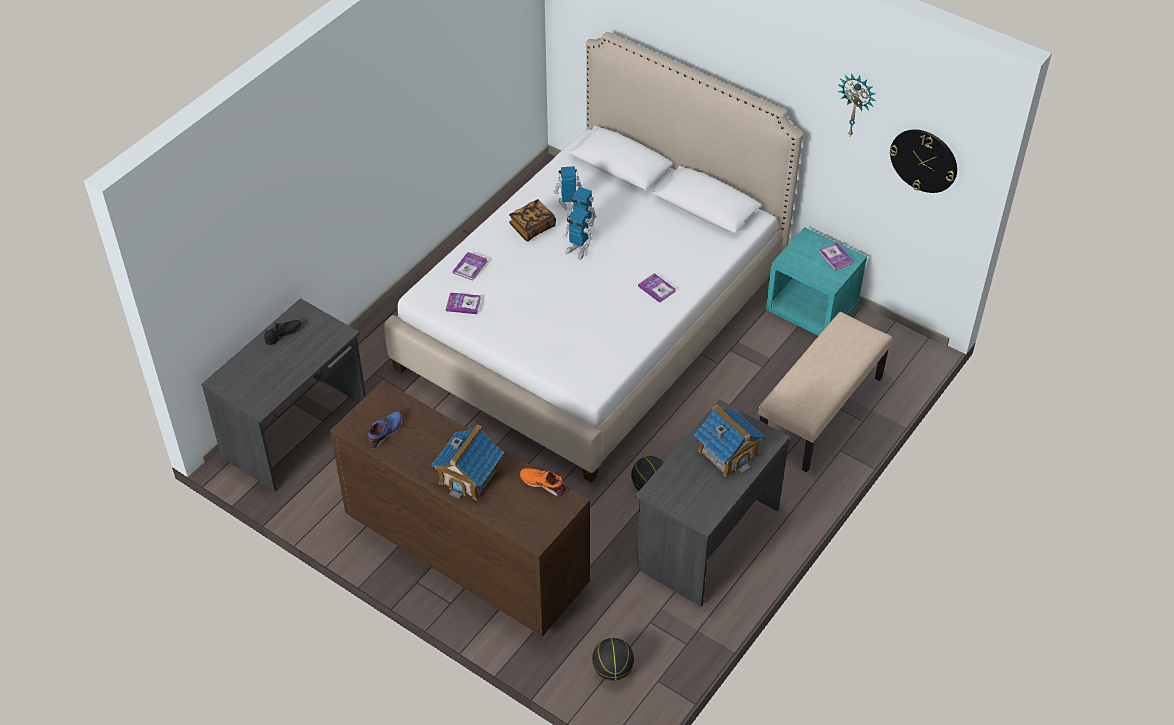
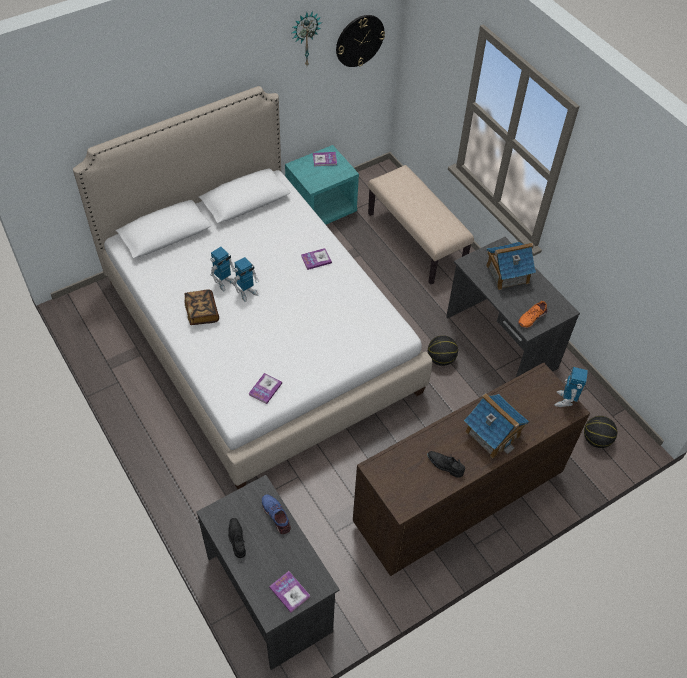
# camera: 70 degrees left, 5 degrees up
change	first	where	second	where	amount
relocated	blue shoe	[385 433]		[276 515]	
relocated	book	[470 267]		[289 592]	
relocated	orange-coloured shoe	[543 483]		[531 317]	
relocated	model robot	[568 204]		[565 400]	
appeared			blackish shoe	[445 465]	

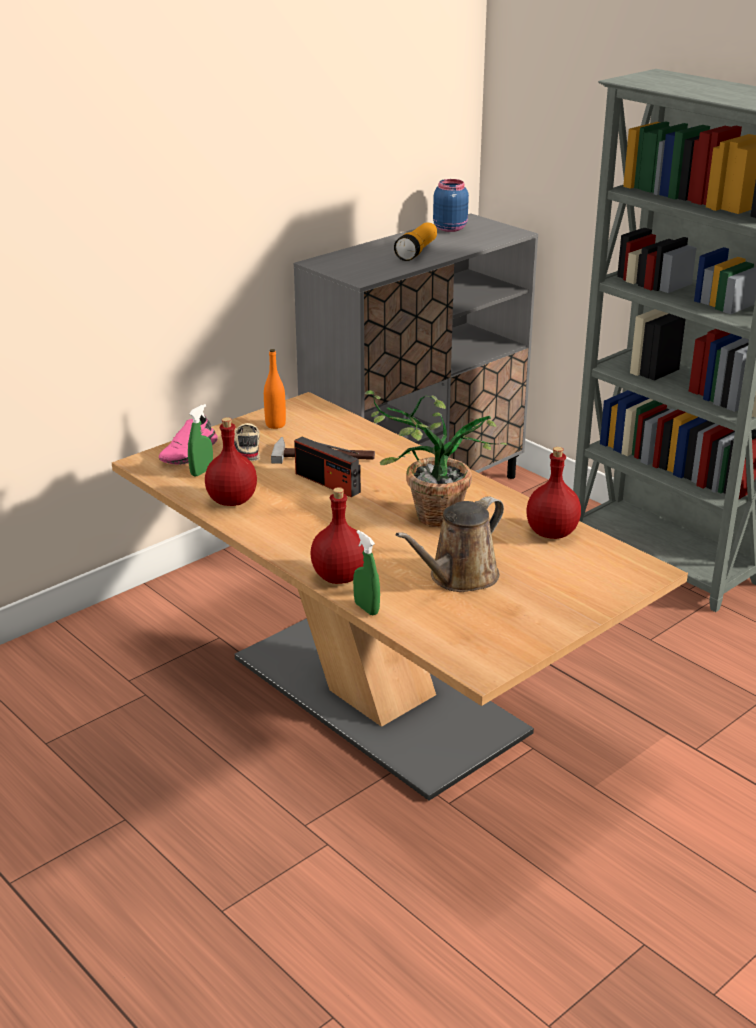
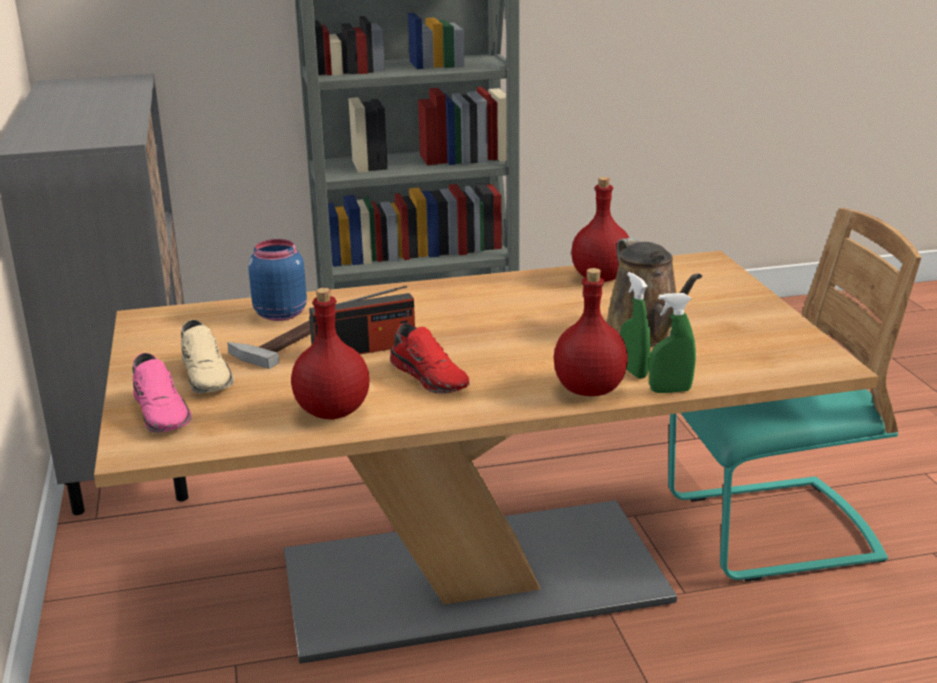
# camera: 60 degrees left, 5 degrees down
change	first	where	second	where	amount
relocated	greenish hand sprayer	[201 472]		[633 371]	
spun	beige shoe	[245 449]		[208 376]	135 degrees counterclockwise
missing	orange-coloured drink bottle	[275 425]			
missing	houseplant	[425 517]			
missing	flashlight	[417 252]			
relocated	blue preserve jar	[450 228]		[279 313]	
appeared			reddish shoe	[431 377]	
appeared			turquoise-coloured plain chair	[771 530]	

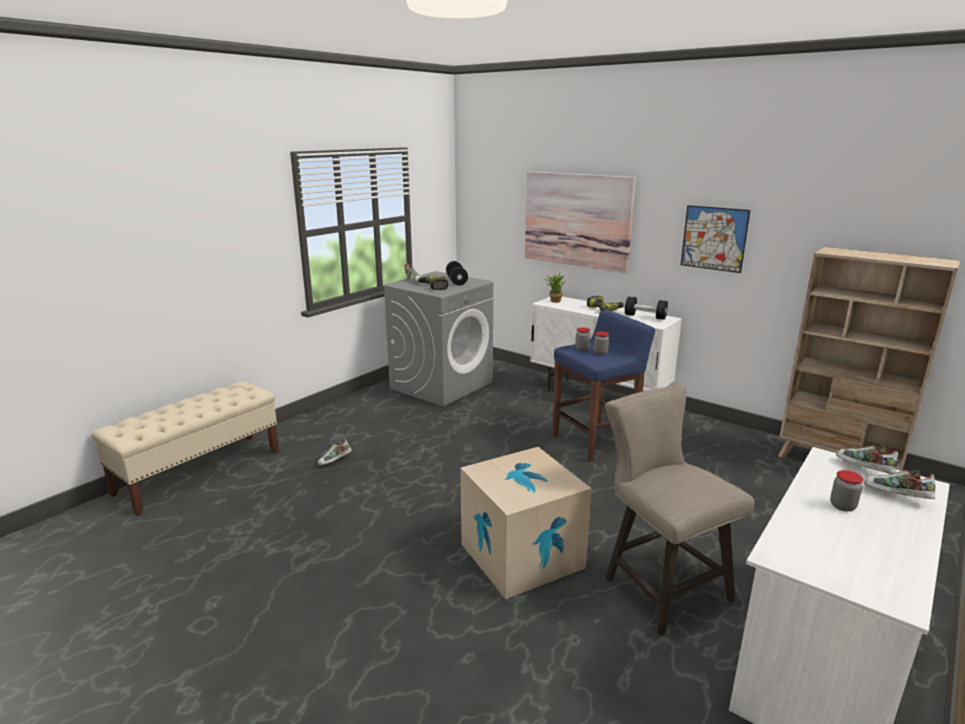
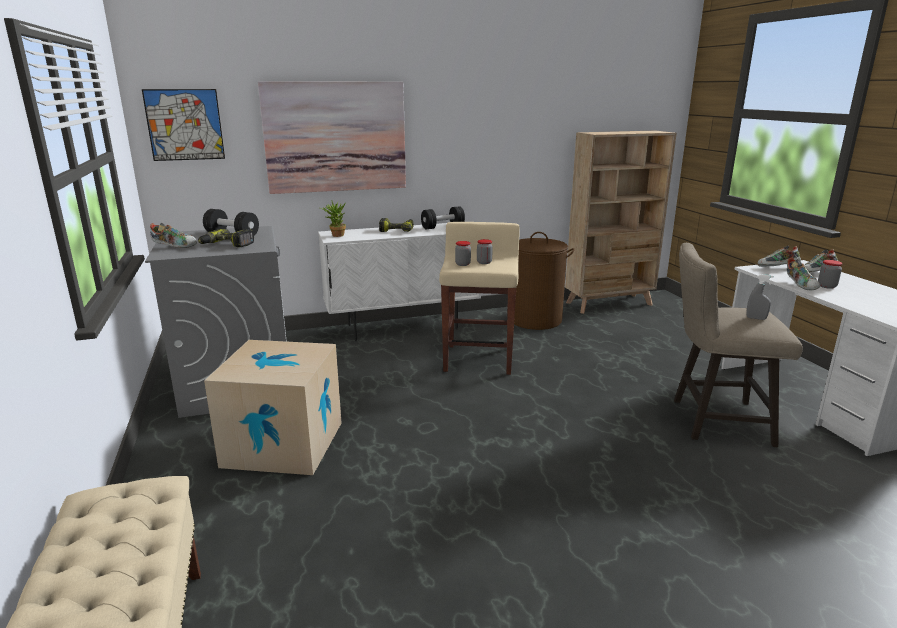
# camera: 55 degrees left, 0 degrees up
change	first	where	second	where	amount
relocated	shoe	[335 461]		[801 285]	
relocated	packing box	[521 555]		[283 444]	
colour	blue stool seat	[596 441]	beige stool seat	[479 359]	
relocated	wall picture	[714 238]		[184 125]	
appeared			brown-coloured laundry basket	[535 320]	
appeared			gray hand sprayer	[756 318]	

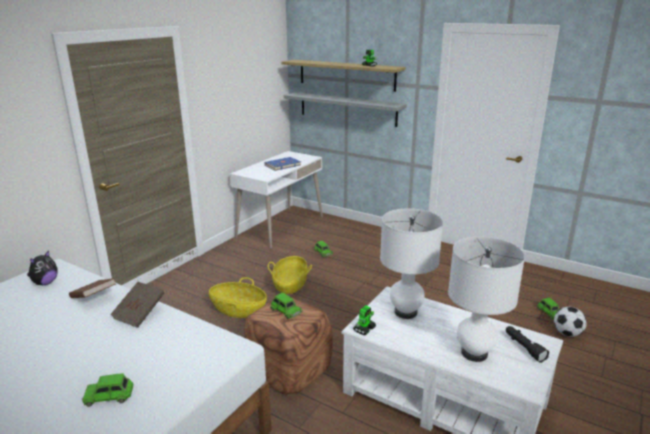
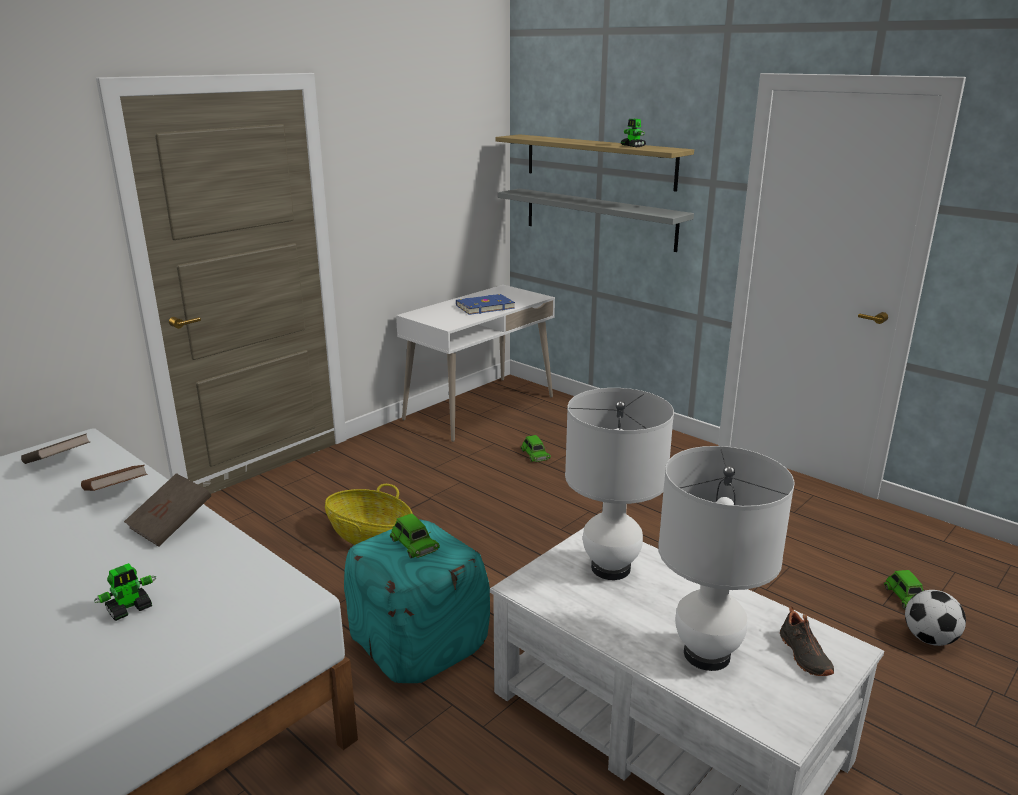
# camera: 10 degrees right, 0 degrees up
change	first	where	second	where	amount
exchanged	plush toy	[45 283]	brown-coloured book	[58 463]	
missing	greenish miniature car	[109 395]			
colour	brown-coloured footrest	[289 369]	turquoise-coloured footrest	[419 641]	
missing	basket	[290 284]			
relocated	model robot	[364 329]		[130 609]	
exchanged	blackish flashlight	[524 347]	blackish shoe	[803 655]	

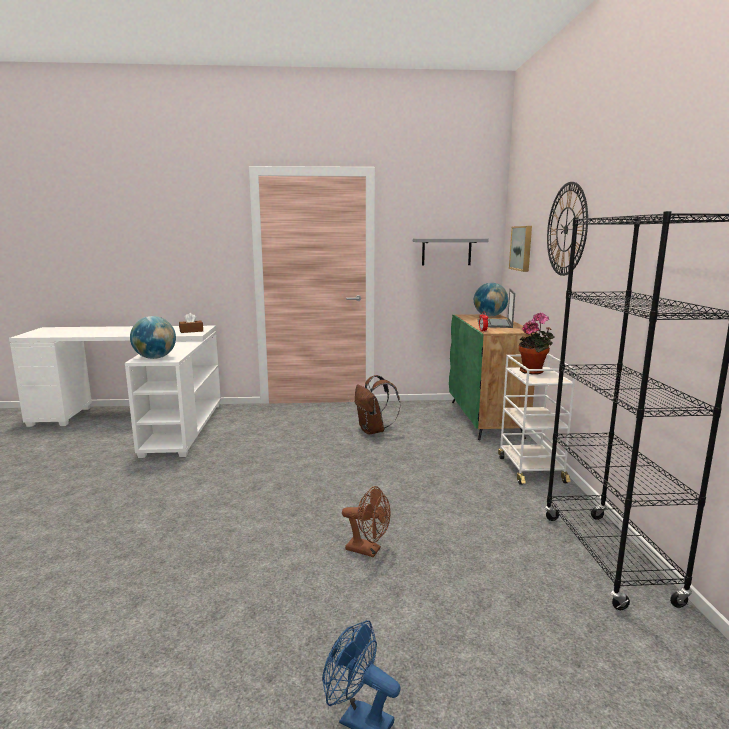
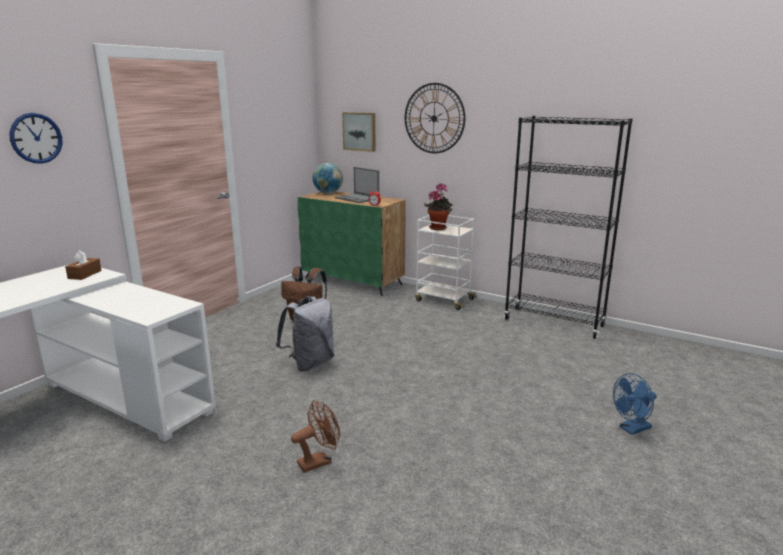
# camera: 55 degrees left, 5 degrees up
change	first	where	second	where	amount
missing	globe	[155 358]			
relocated	brown-coloured fan	[368 550]		[319 461]	
missing	gray wall shelf	[446 251]			
appeared			hanging clock	[36 138]	
appeared			gray rucksack	[310 363]	

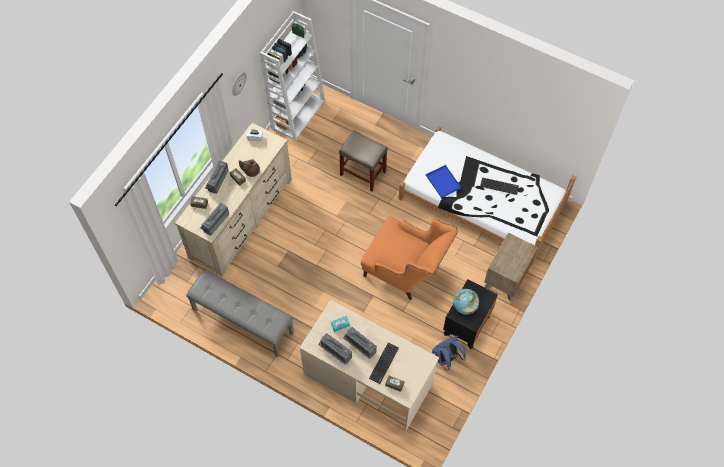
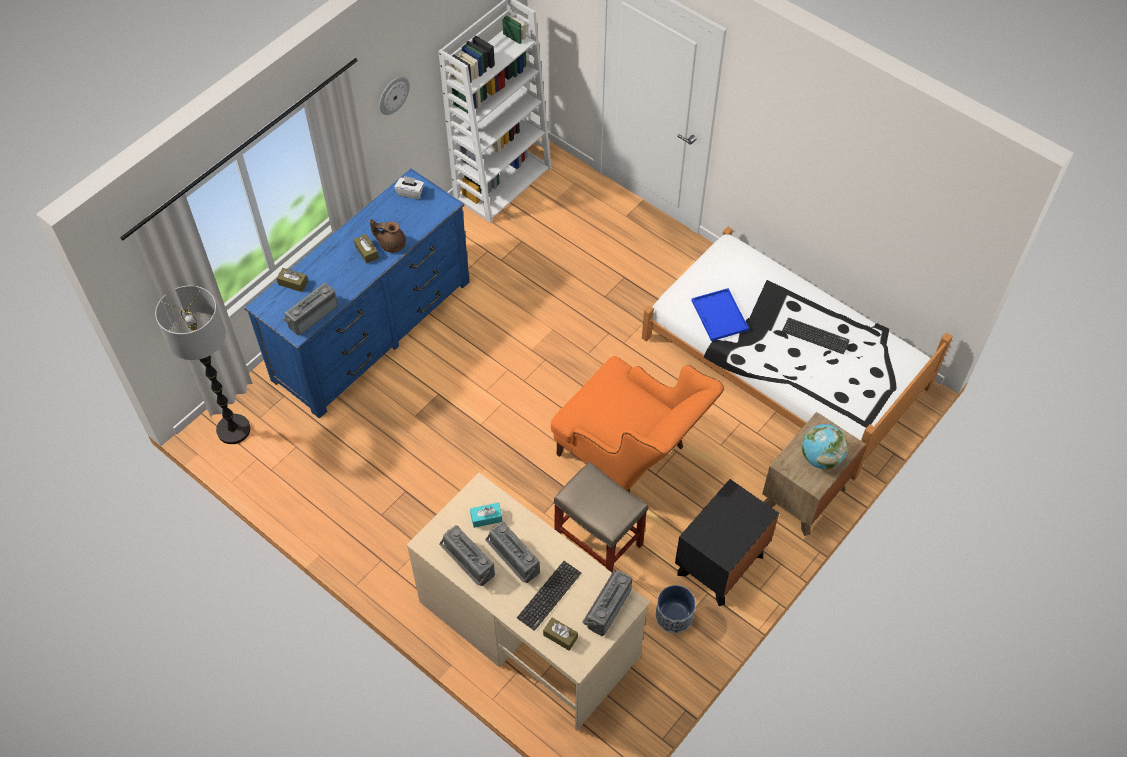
# camera: 10 degrees right, 5 degrees down
change	first	where	second	where	amount
colour	beige chest of drawers	[241 218]	blue chest of drawers	[372 330]	
missing	gray bench	[242 321]			
relocated	radio	[217 180]		[606 607]	
relocated	beige stool seat	[363 173]		[599 542]	
exchanged	blue rucksack	[446 359]	planter	[674 616]	
relocated	globe	[464 306]		[821 457]	
appeared			floor lamp	[233 429]	

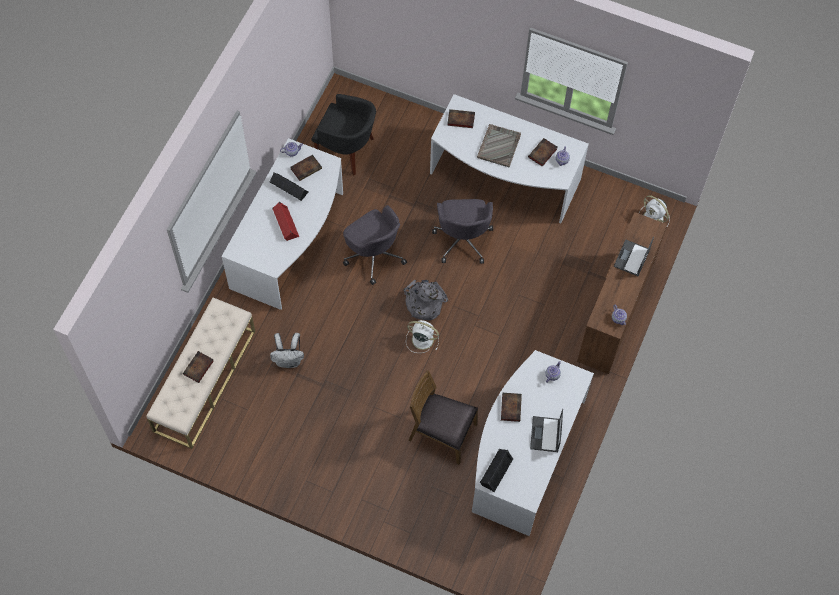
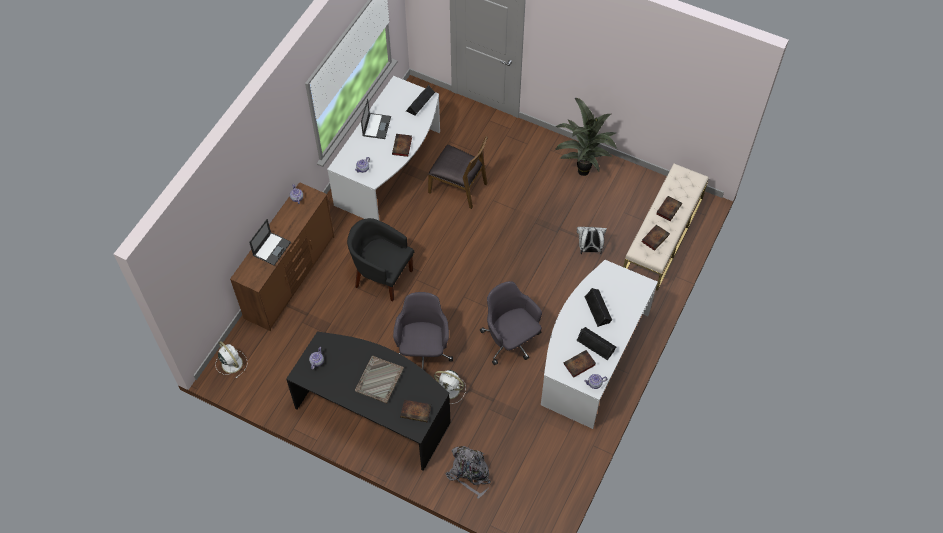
# camera: 175 degrees left, 5 degrees down
change	first	where	second	where	amount
colour	reddish loudspeaker	[285 224]	blackish loudspeaker	[598 309]	
relocated	blackish easy chair	[347 150]		[382 276]	
relocated	gray rucksack	[423 303]		[470 473]	
relocated	white fan	[421 339]		[450 390]	
colour	white desk unit	[503 180]	blackish desk unit	[374 411]	
relocated	book	[542 154]		[655 238]	
appeared			houseplant	[582 173]	

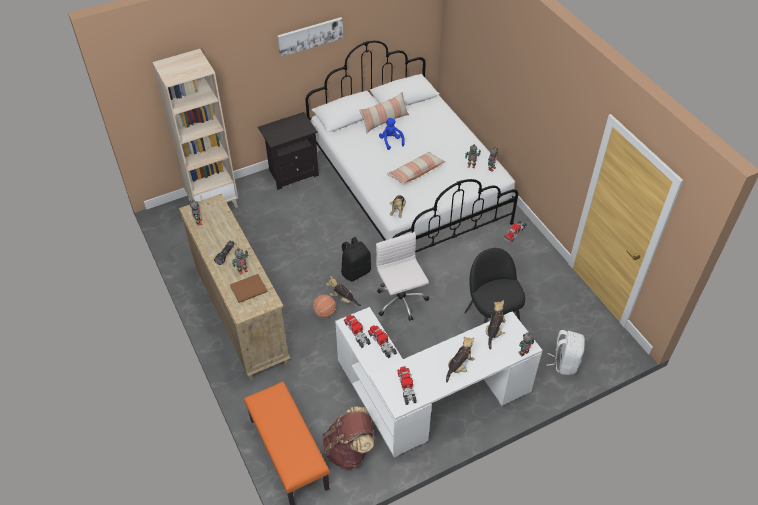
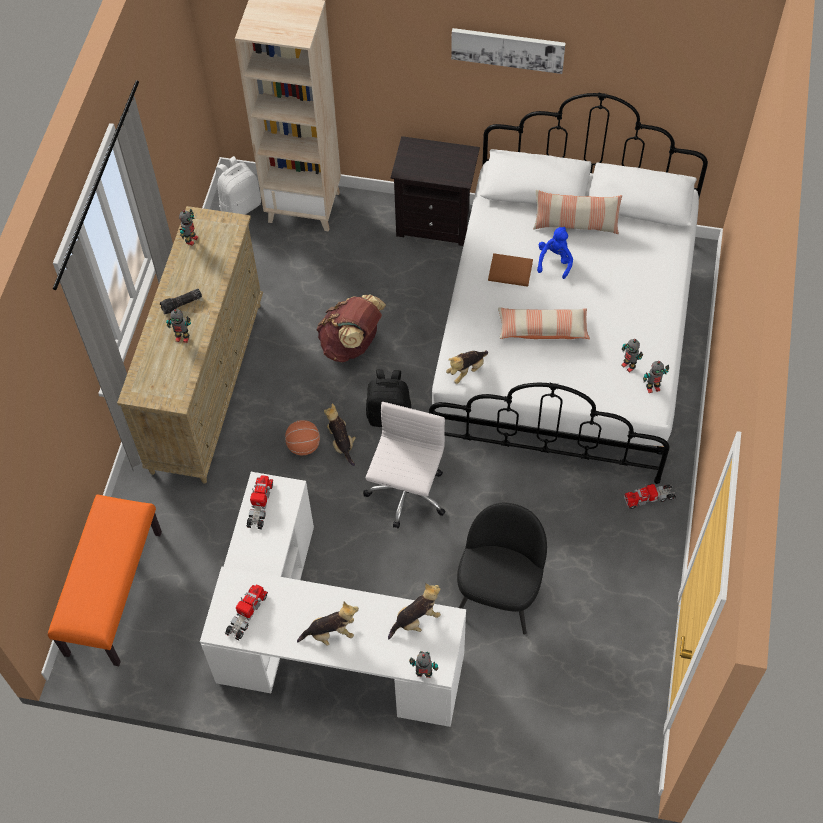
# camera: 40 degrees right, 10 degrees up
change	first	where	second	where	amount
relocated	brown-coloured book	[250 289]		[511 272]	
relocated	brown-coloured rucksack	[349 450]		[352 344]	
missing	model truck	[382 343]			
relocated	white rucksack	[564 362]		[240 205]	

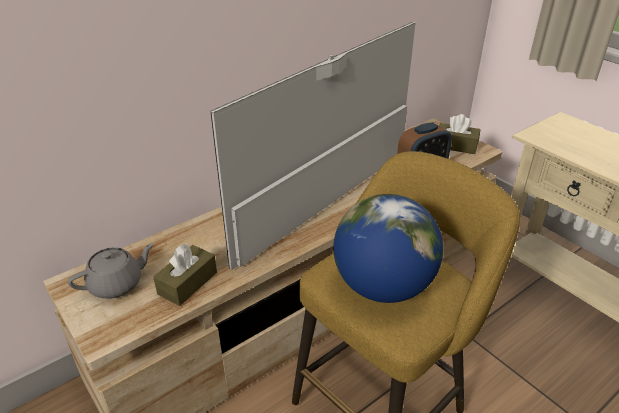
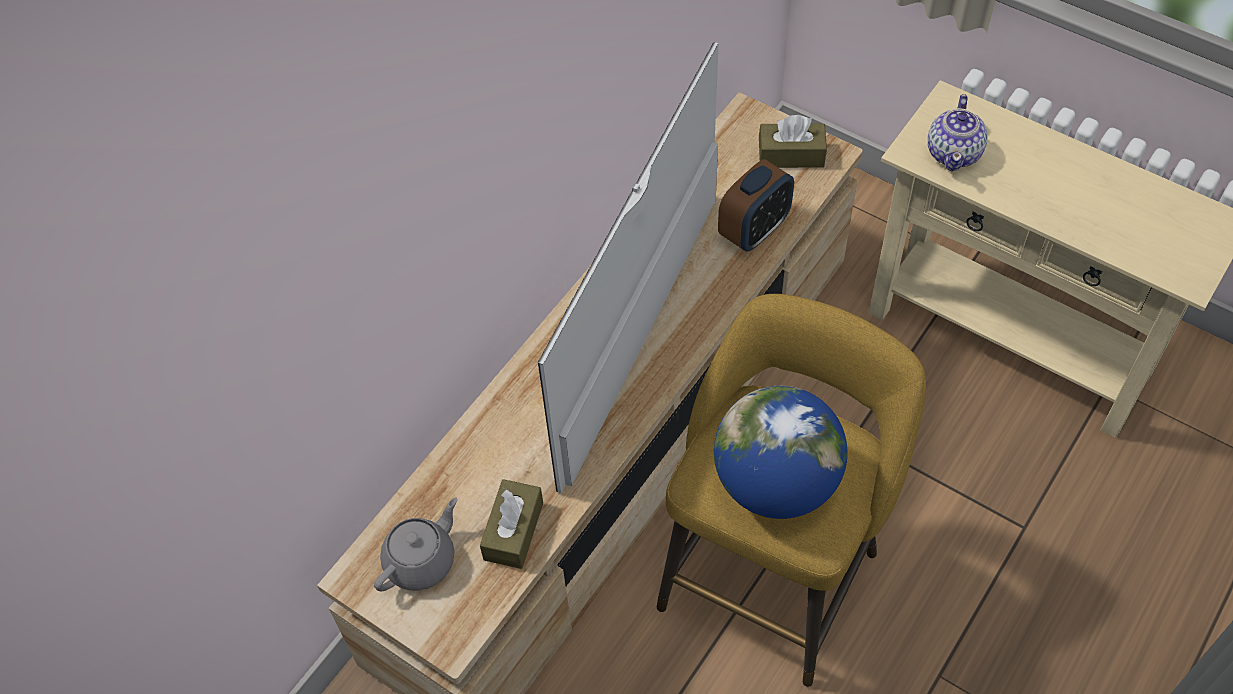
# camera: 15 degrees left, 20 degrees up
change	first	where	second	where	amount
appeared			pot for tea	[954 153]	

